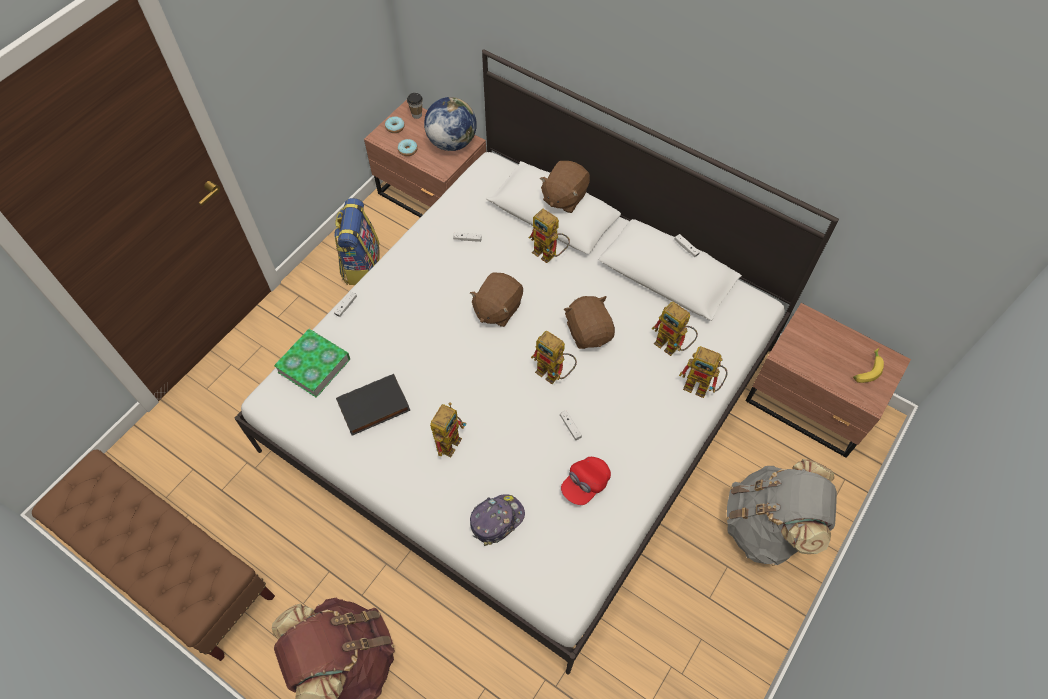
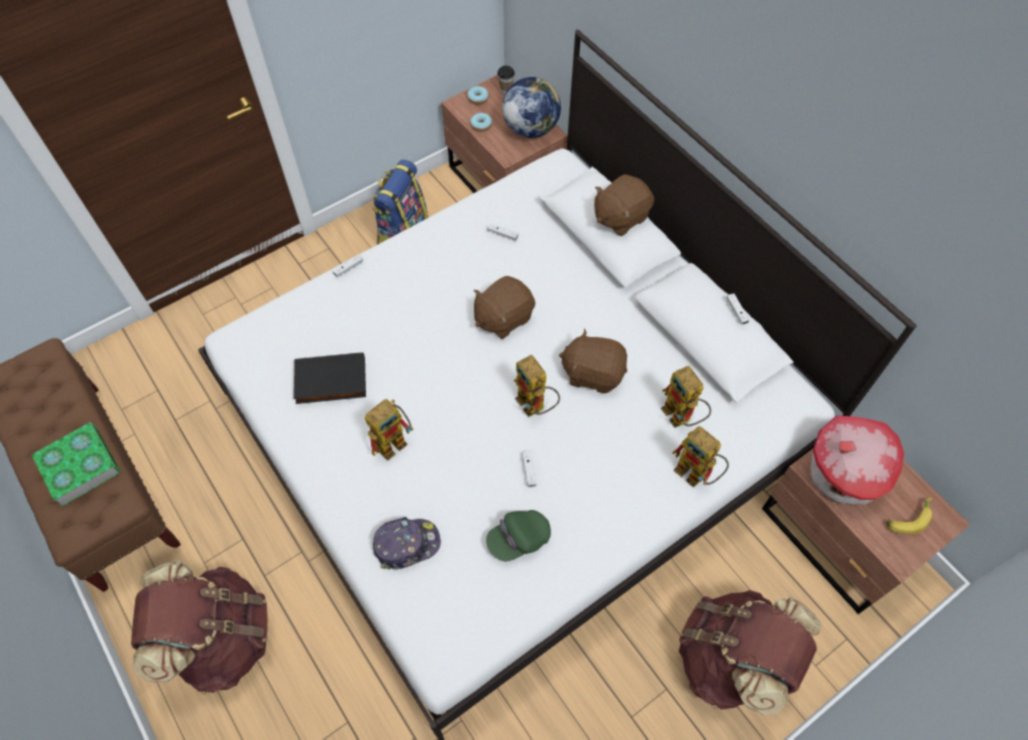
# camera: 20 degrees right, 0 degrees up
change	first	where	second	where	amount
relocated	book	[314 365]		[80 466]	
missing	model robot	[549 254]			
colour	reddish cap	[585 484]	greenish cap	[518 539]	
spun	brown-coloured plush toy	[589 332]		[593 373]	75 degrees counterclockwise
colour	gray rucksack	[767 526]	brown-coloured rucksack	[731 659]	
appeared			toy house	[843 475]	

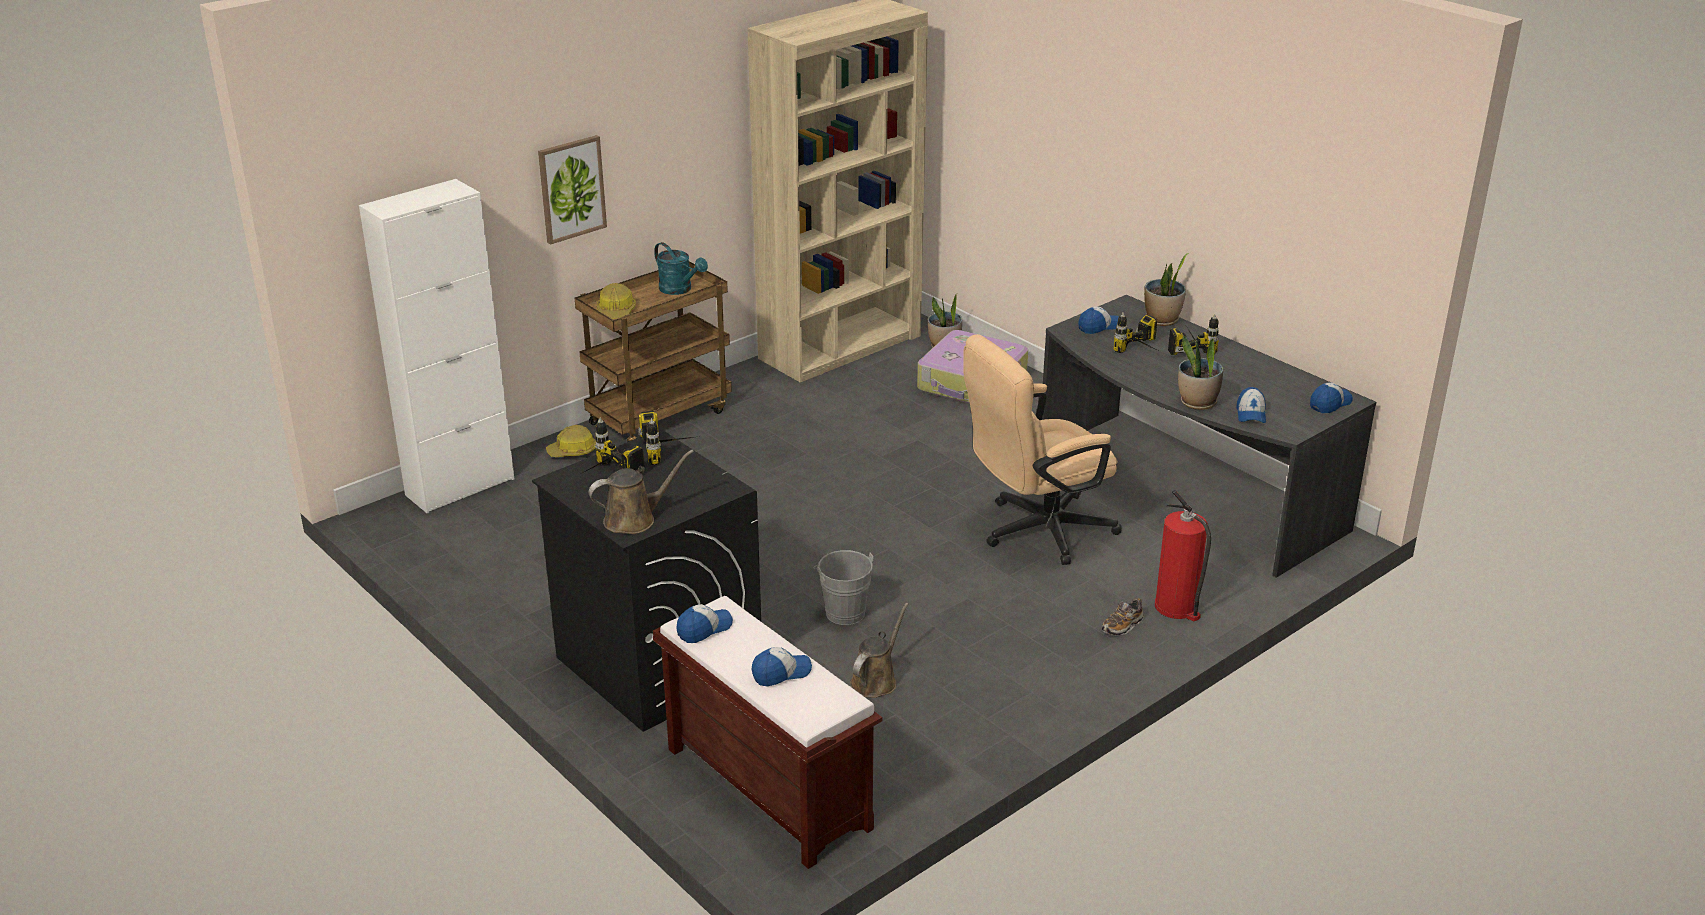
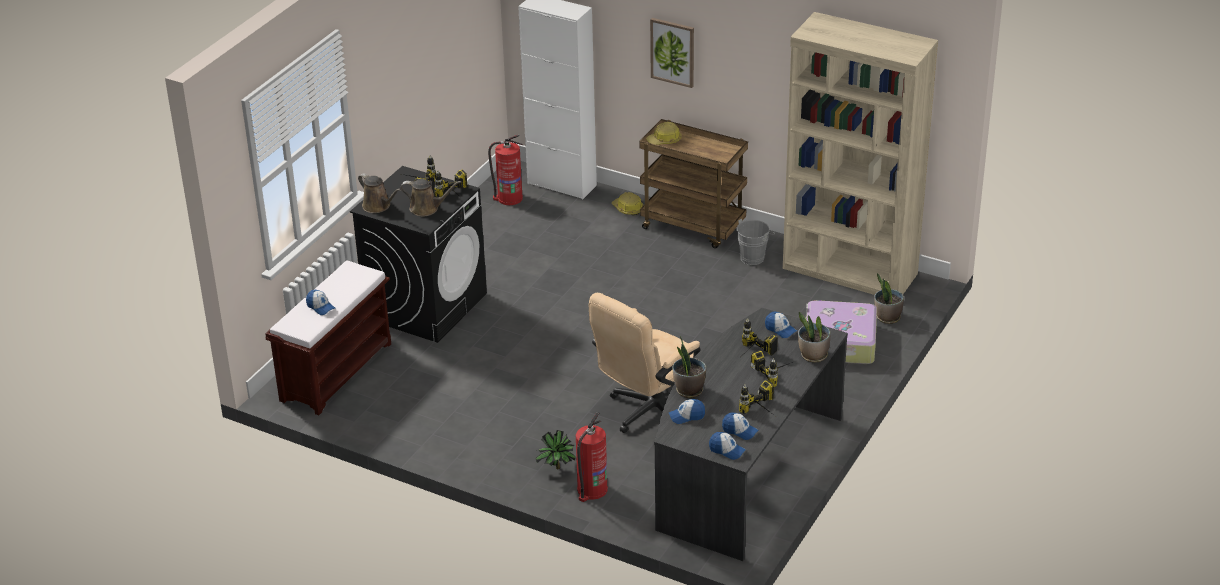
# camera: 70 degrees right, 5 degrees up
change	first	where	second	where	amount
missing	turquoise-coloured watering can	[680 290]			
relocated	cap	[704 629]		[739 430]	
relocated	gray pail	[843 611]		[754 257]	
relocated	brown-coloured watering can	[876 680]		[427 208]	
spun	beige office chair	[1036 532]		[648 413]	90 degrees counterclockwise
exchanged	shoe	[1122 626]	houseplant	[556 470]	
appeared			fire extinguisher	[509 198]	
appeared			power drill	[763 412]	

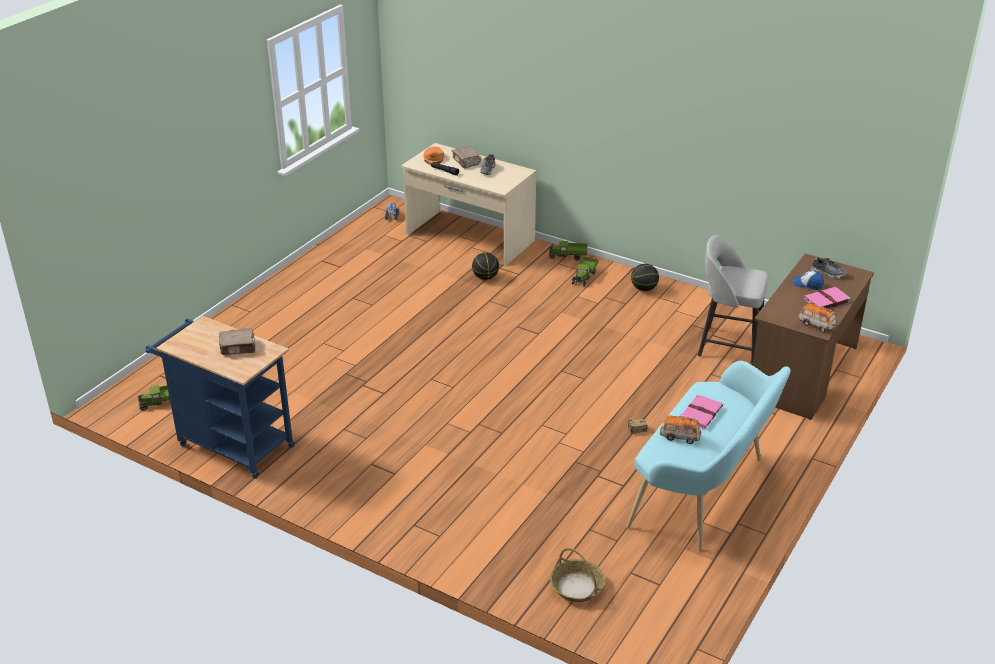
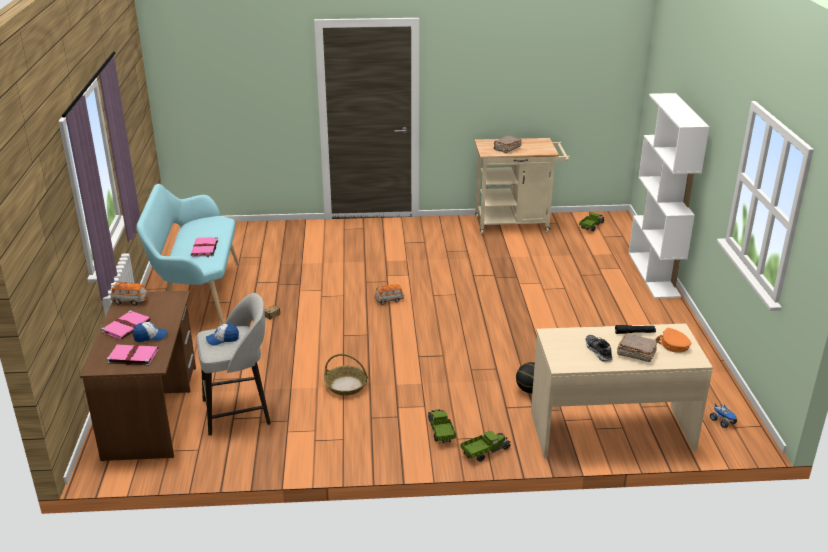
# camera: 145 degrees right, 5 degrees down
change	first	where	second	where	amount
colour	blue cart	[230 444]	beige cart	[516 224]	
relocated	basket	[577 587]		[346 385]	
missing	ball for basketball	[644 289]			
relocated	miniature car	[679 437]		[389 300]	
exchanged	shoe	[828 273]	pink book	[132 356]	
appeared			cap	[222 339]	
appeared			white bookshelf	[654 274]	

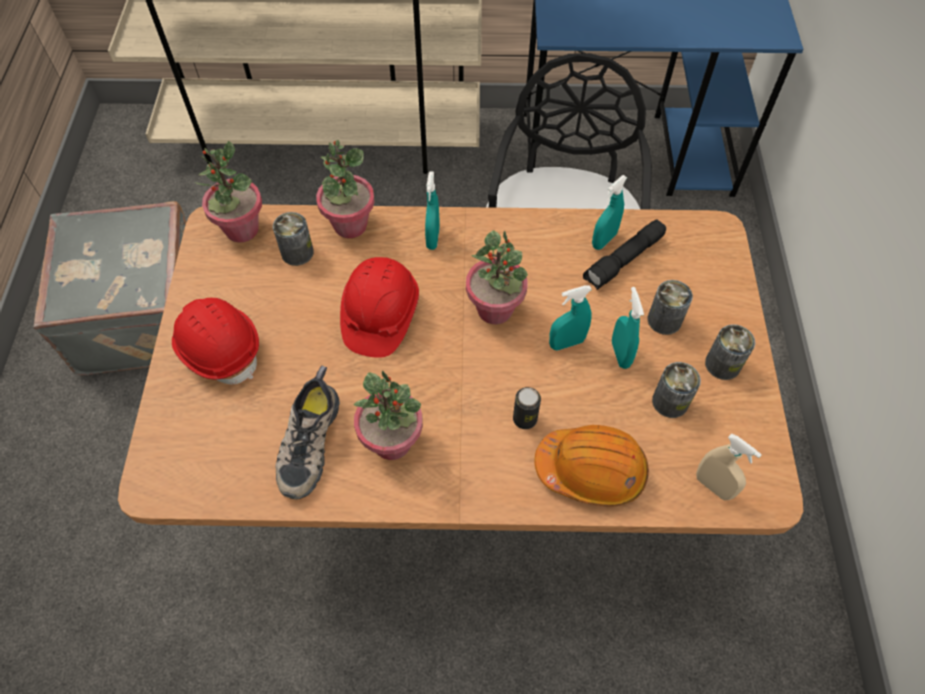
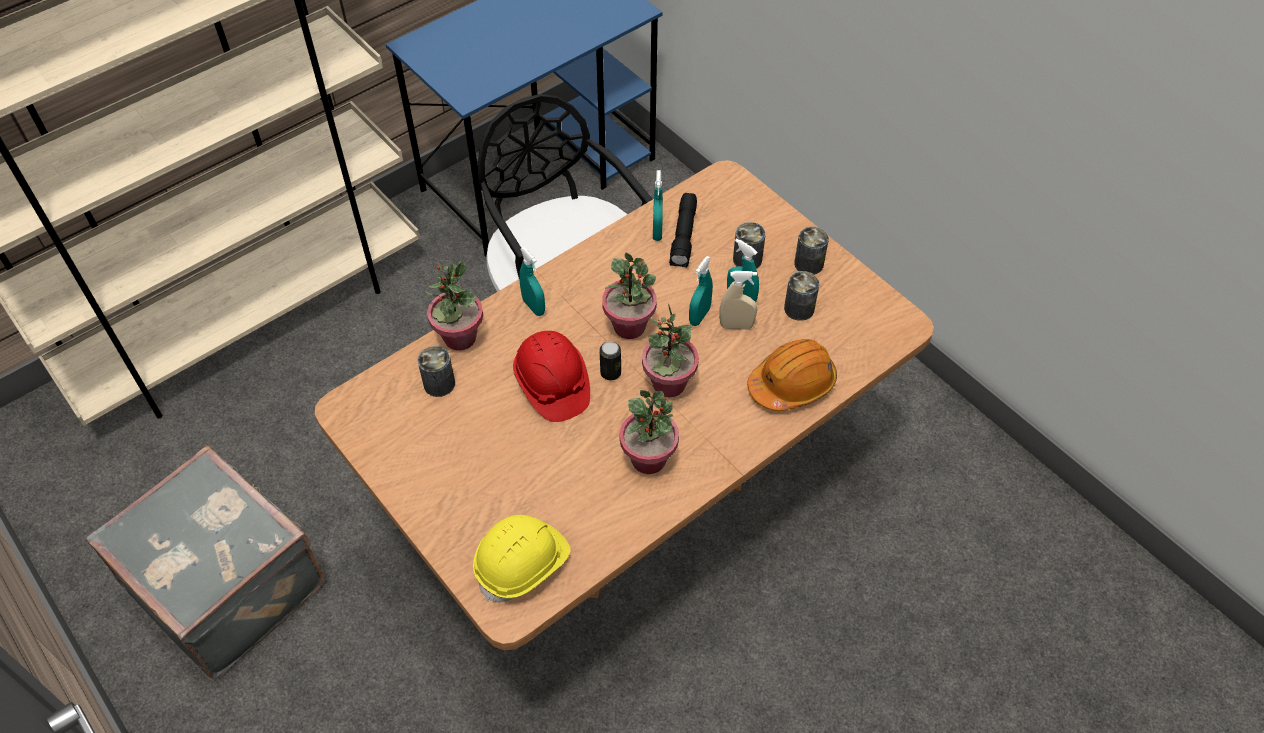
# camera: 40 degrees left, 5 degrees down
change	first	where	second	where	amount
missing	reddish hard hat	[219 348]			
relocated	houseplant	[241 229]		[669 384]	
missing	shoe	[307 441]			
relocated	sealed can	[525 419]		[610 373]	
relocated	beige hand sprayer	[713 486]		[736 326]	
appeared			yellow hard hat	[523 564]	

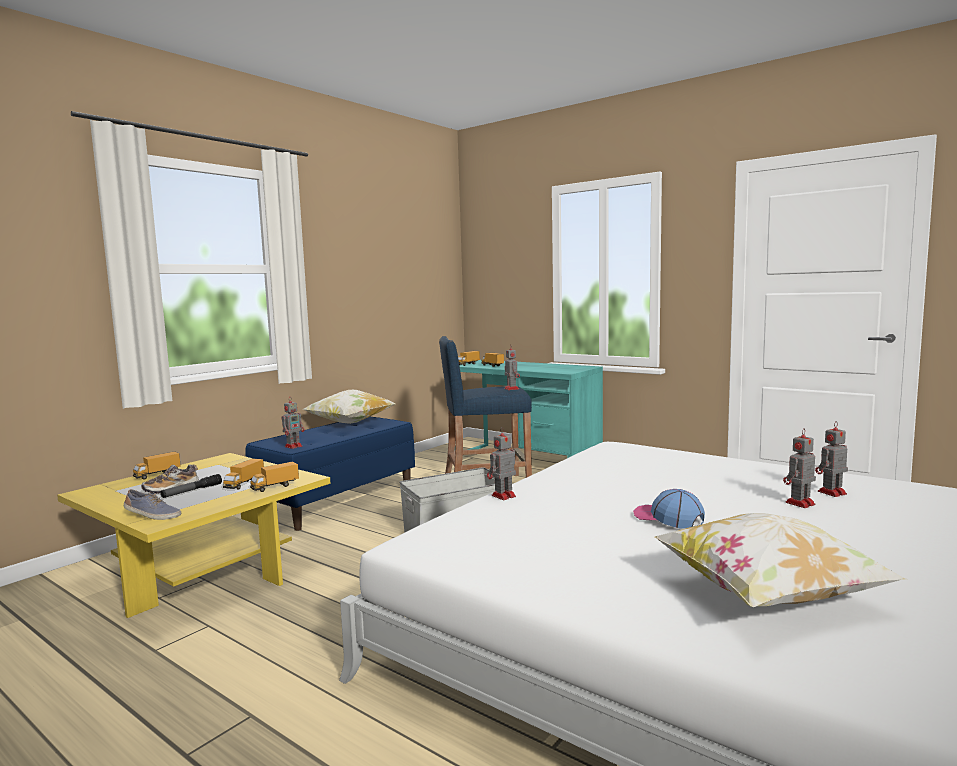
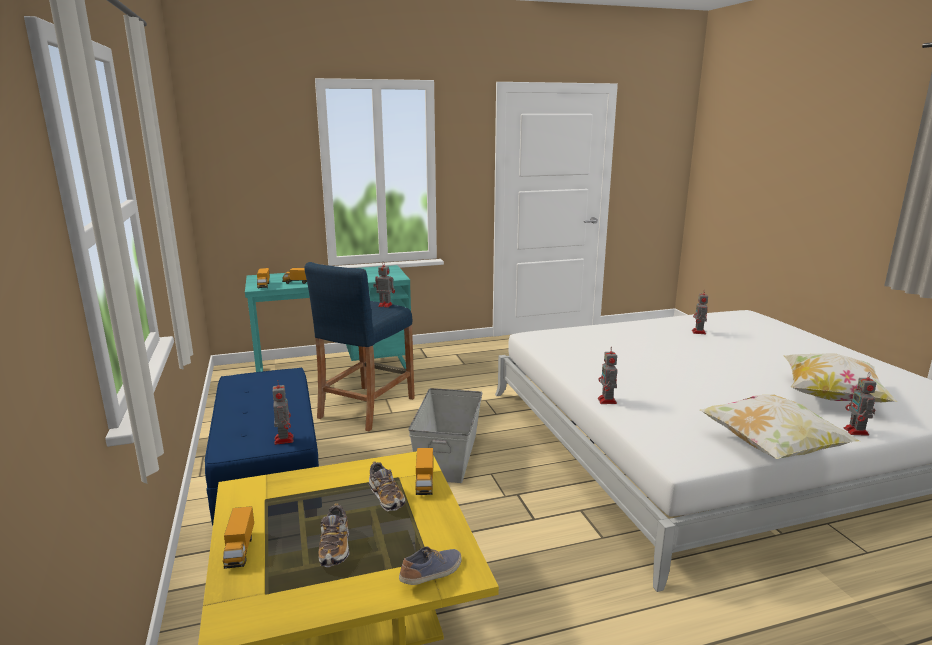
# camera: 55 degrees left, 10 degrees up
change	first	where	second	where	amount
missing	flashlight	[192 491]			
exchanged	model truck	[244 484]	shoe	[386 497]	
relocated	pillow	[350 423]		[771 448]	
missing	cap	[668 518]			
relocated	model robot	[799 503]		[856 432]	

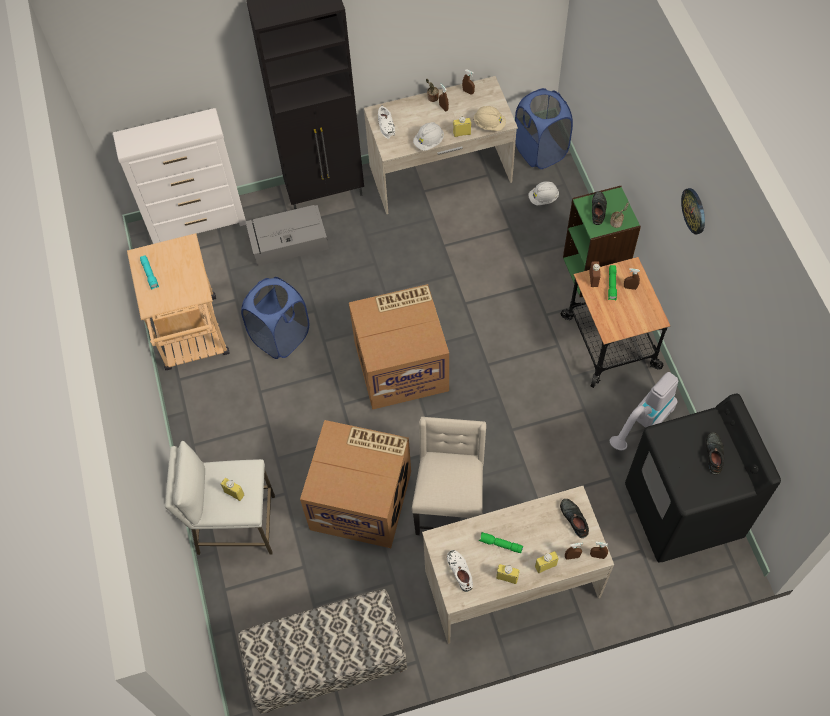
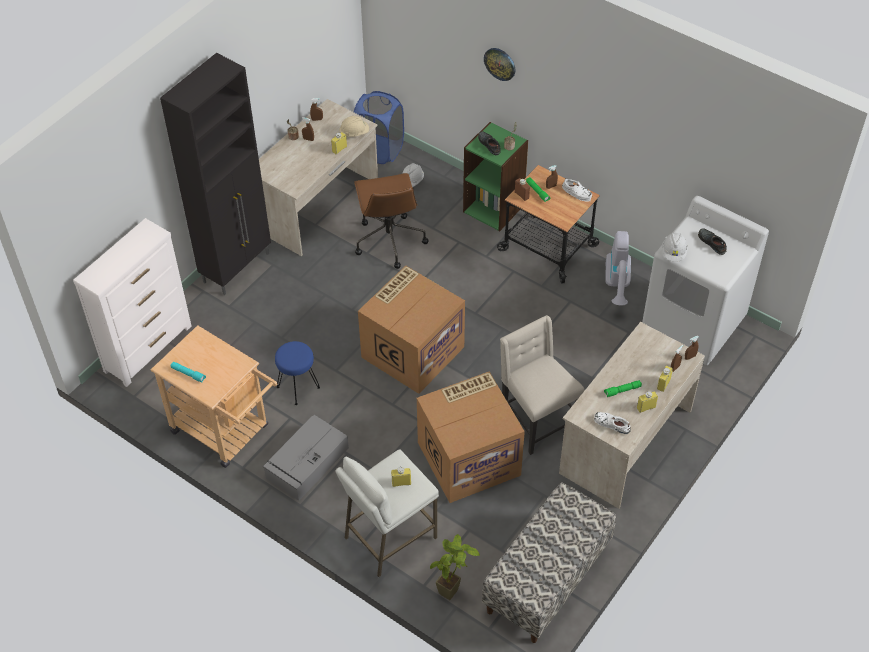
# camera: 40 degrees left, 10 degrees down
change	first	where	second	where	amount
exchanged	blue laundry basket	[280 337]	blue stool seat	[298 388]	
relocated	gray storage box	[287 241]		[306 464]	
relocated	white shoe	[386 125]		[577 192]	
relocated	white hard hat	[429 142]		[673 253]	
missing	blackish shoe	[573 518]			
colour	blackish laundry machine	[682 512]	white laundry machine	[693 324]	
relocated	hanging clock	[694 210]		[500 63]	
appeared			brown-coloured office chair	[389 240]	
appeared			houseplant	[453 588]	

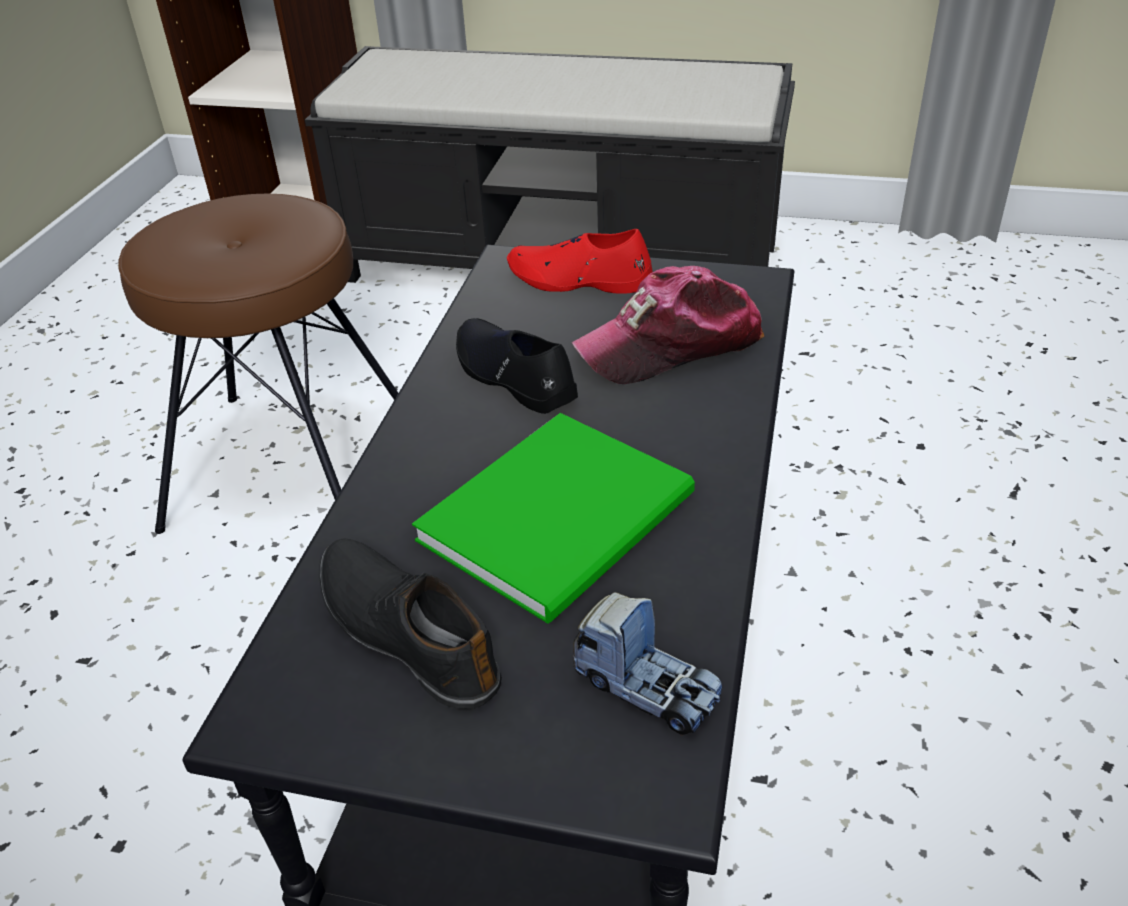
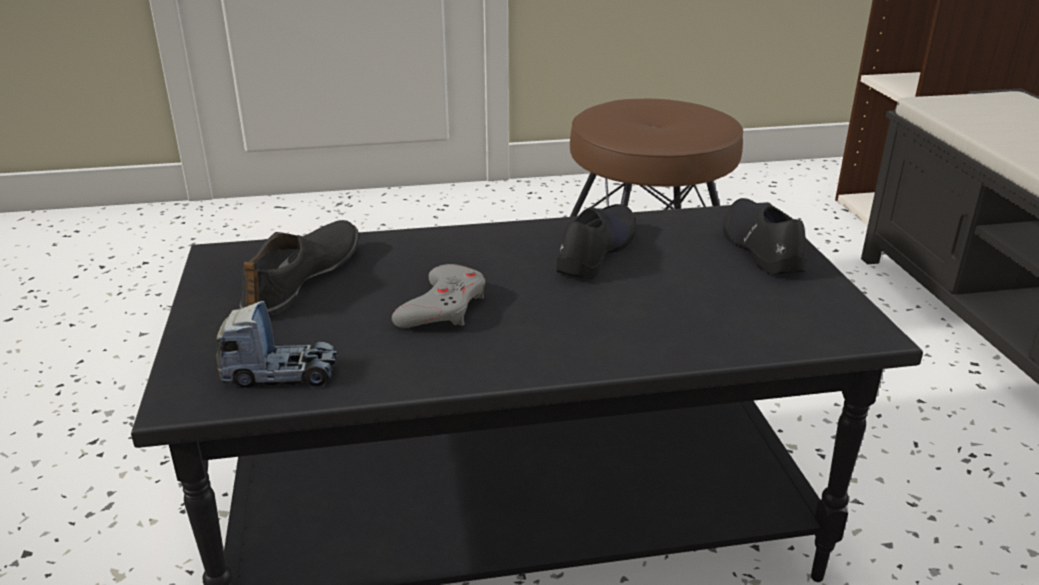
# camera: 65 degrees right, 10 degrees down
change	first	where	second	where	amount
exchanged	greenish book	[566 516]	gray game controller	[443 307]	
colour	reddish shoe	[579 279]	blackish shoe	[760 247]	
missing	cap	[671 345]			
spun	model truck	[647 686]		[280 374]	105 degrees counterclockwise

